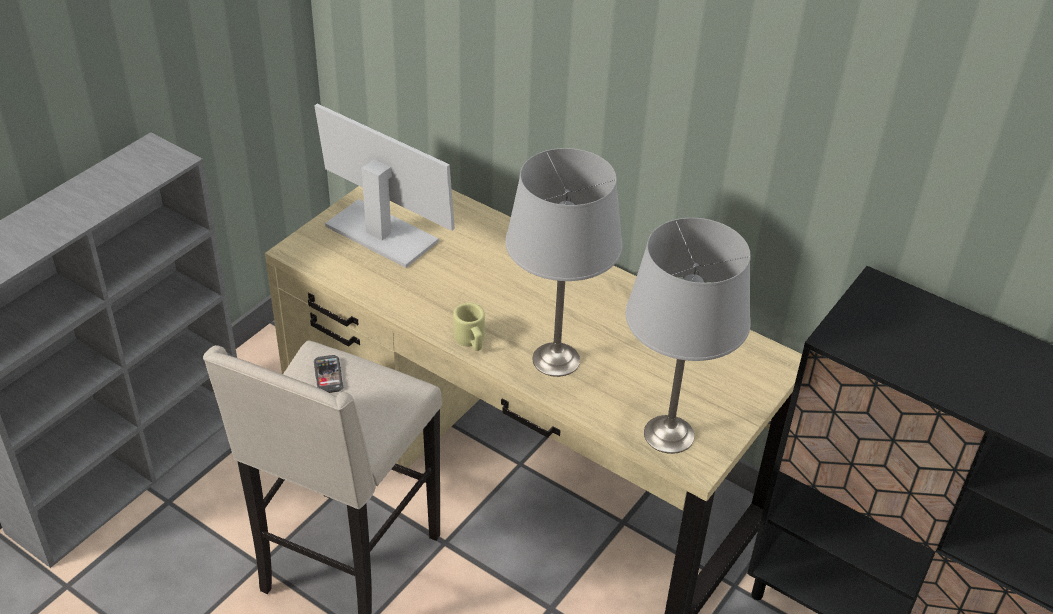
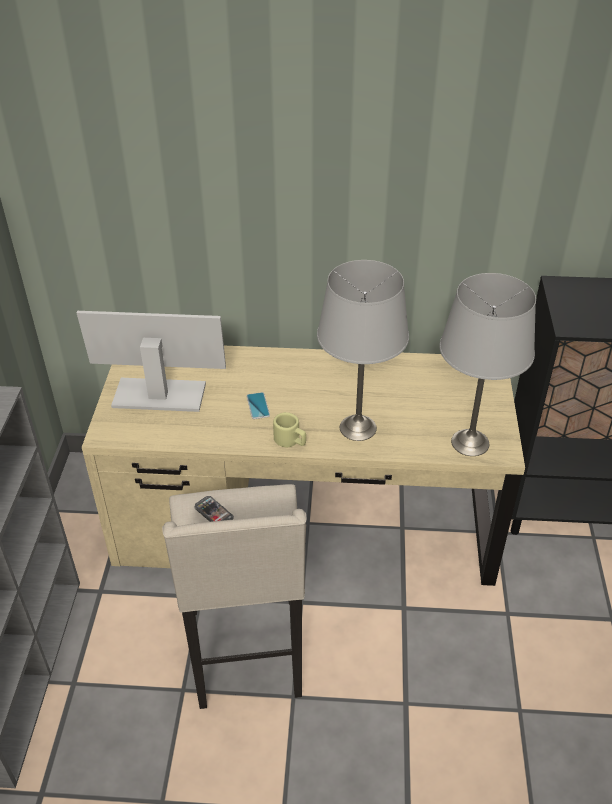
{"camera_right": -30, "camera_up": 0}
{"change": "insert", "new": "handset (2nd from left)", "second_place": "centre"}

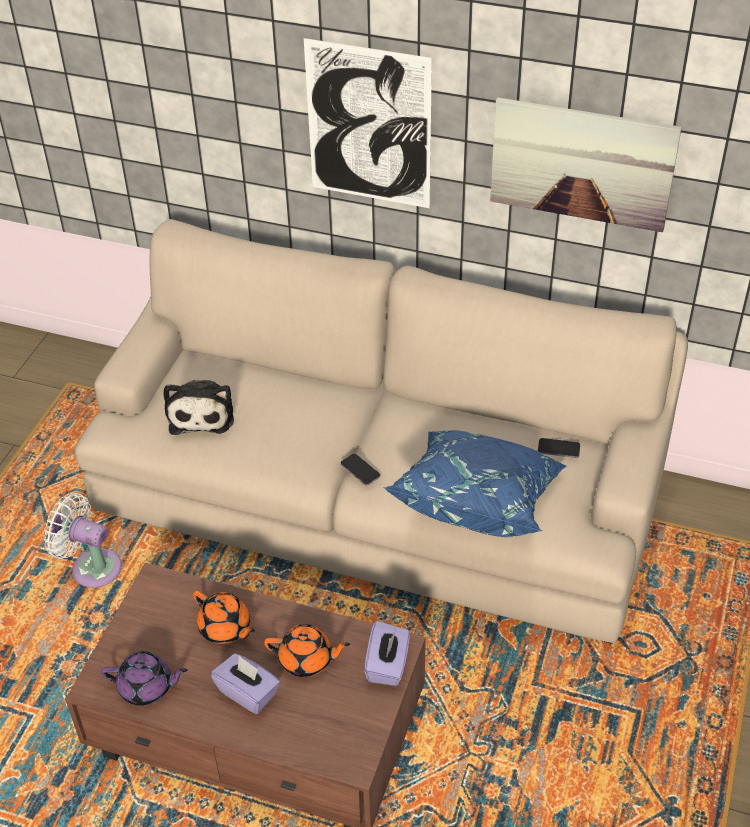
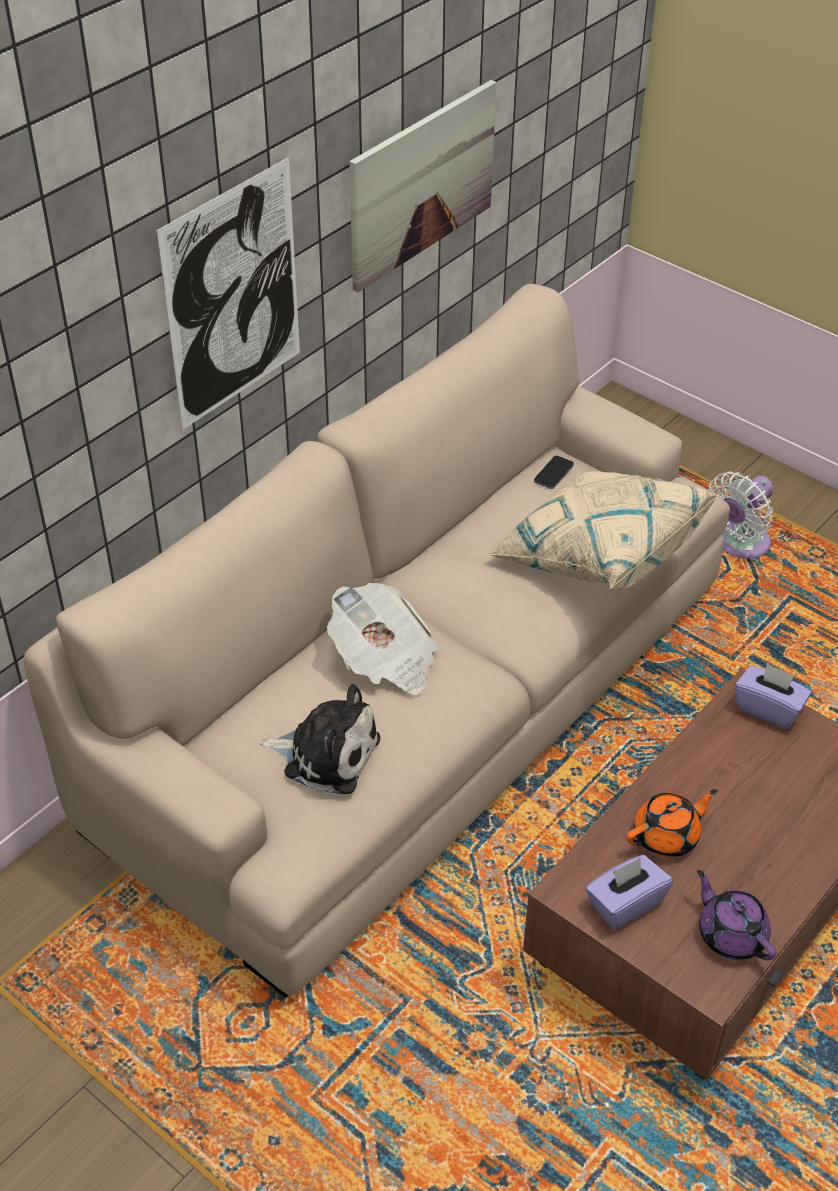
{"camera_right": -70, "camera_up": 0}
{"change": "insert", "new": "daily paper", "second_place": "centre"}
{"change": "recolor", "old": "cushion in blue-coloured", "new": "cushion in beige", "first_place": "centre", "second_place": "middle right"}
{"change": "move", "old": "tissue holder in purplish (1st from left)", "first_place": "bottom left", "second_place": "bottom right"}
{"change": "rotate", "old": "teapot in purplish", "first_place": "bottom left", "second_place": "bottom right", "degrees": -60}
{"change": "move", "old": "electric fan in white-coloured", "first_place": "middle left", "second_place": "middle right"}
{"change": "delete", "old": "teapot in orangey (2nd from left)", "first_place": "bottom centre"}
{"change": "delete", "old": "handset (1st from left)", "first_place": "centre"}

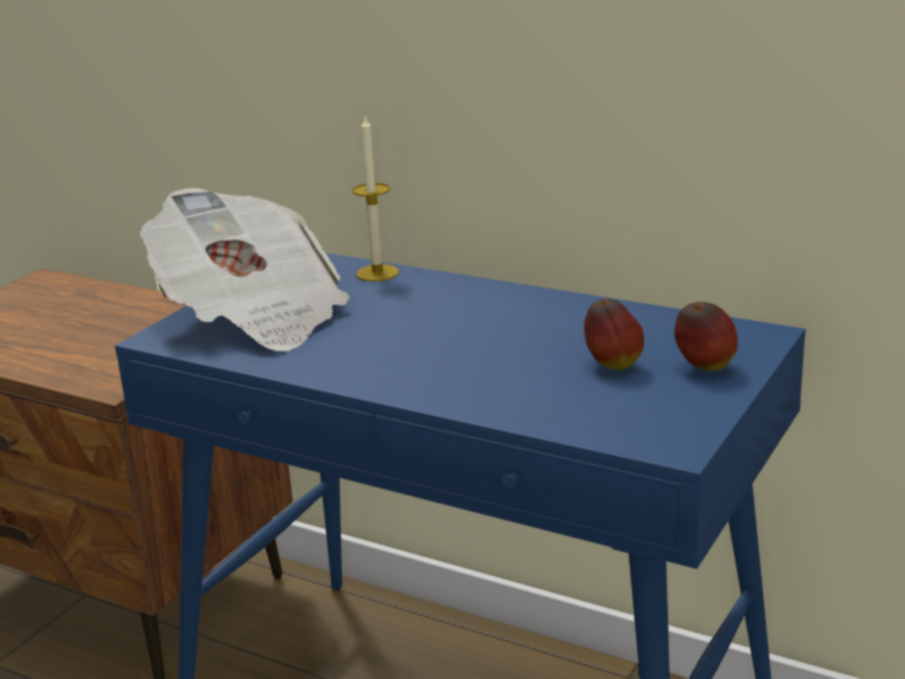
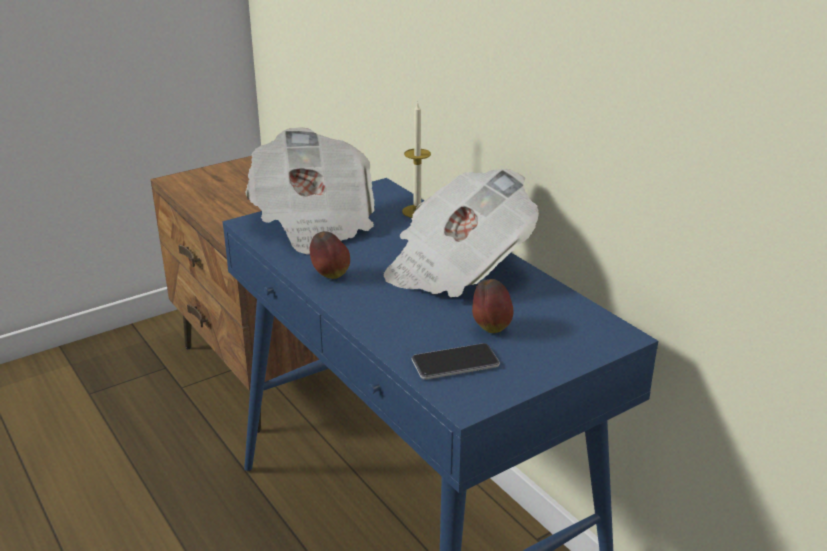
{"camera_right": 25, "camera_up": 5}
{"change": "move", "old": "apple fruit (2nd from left in the first image)", "new": "apple fruit (1st from left)", "first_place": "middle right", "second_place": "centre"}
{"change": "insert", "new": "daily paper (2nd from left)", "second_place": "centre"}
{"change": "insert", "new": "handset", "second_place": "centre"}

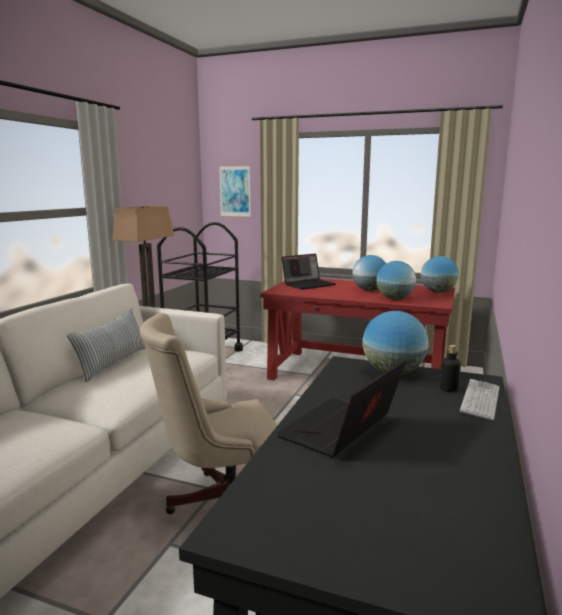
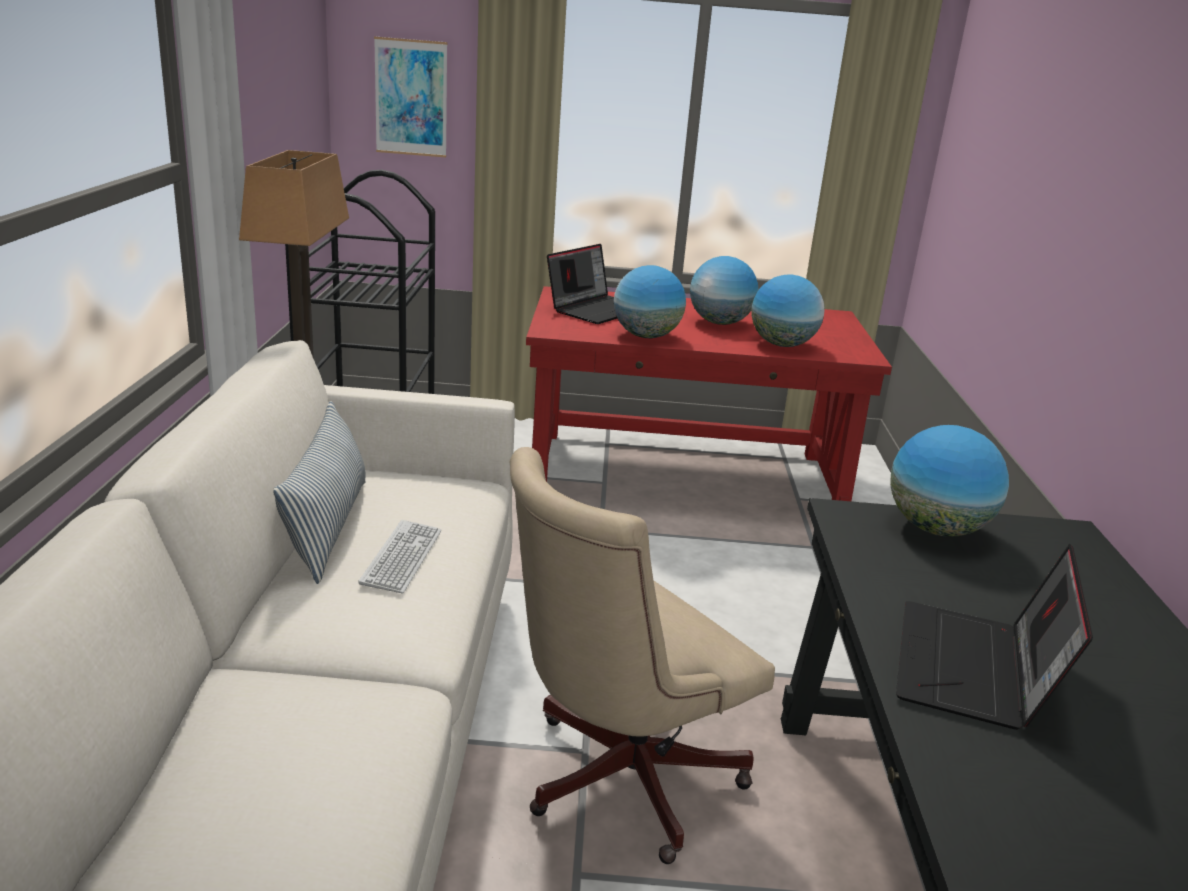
{"camera_right": -20, "camera_up": 10}
{"change": "move", "old": "computer keyboard", "first_place": "middle right", "second_place": "centre"}
{"change": "move", "old": "world globe (4th from left in the first image)", "new": "world globe (1st from left)", "first_place": "middle right", "second_place": "centre"}
{"change": "delete", "old": "beverage bottle", "first_place": "middle right"}

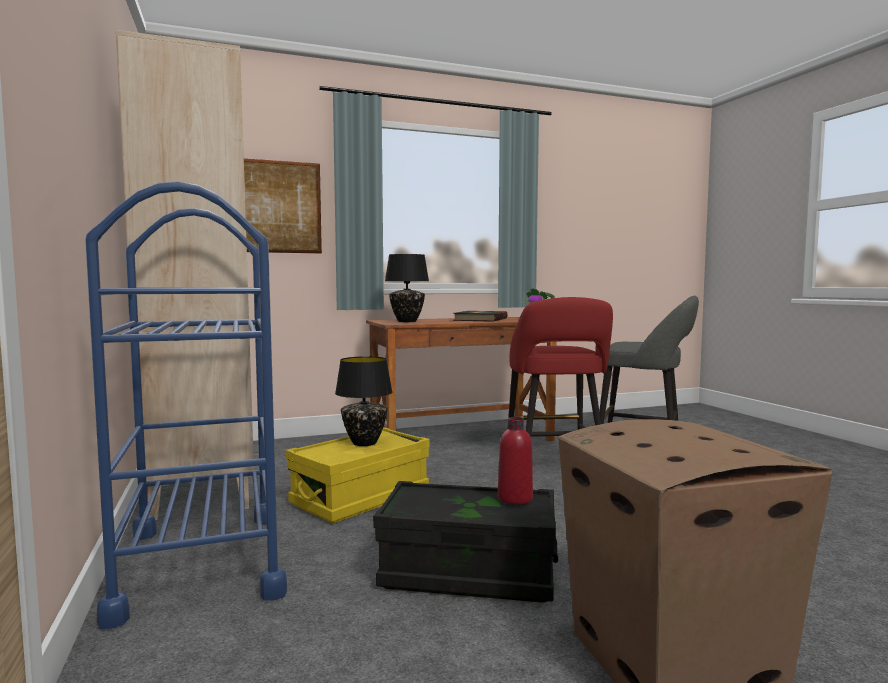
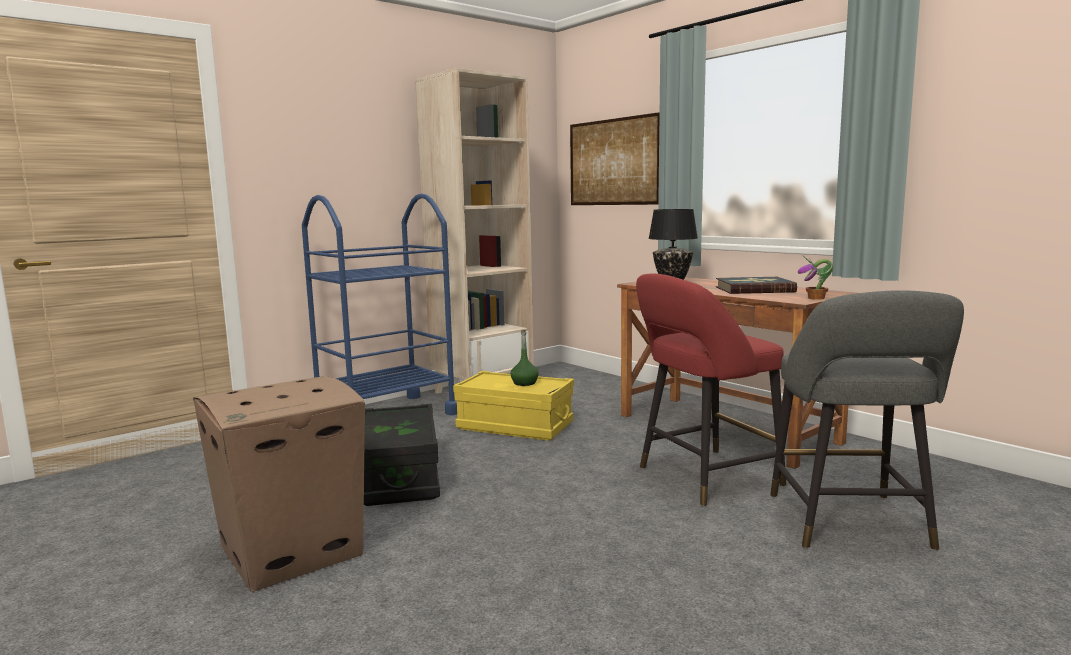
{"camera_right": 70, "camera_up": 5}
{"change": "replace", "old": "tabletop lamp in blackish (1st from left)", "new": "beverage bottle in green", "first_place": "centre", "second_place": "centre"}
{"change": "delete", "old": "beverage bottle in reddish", "first_place": "bottom centre"}

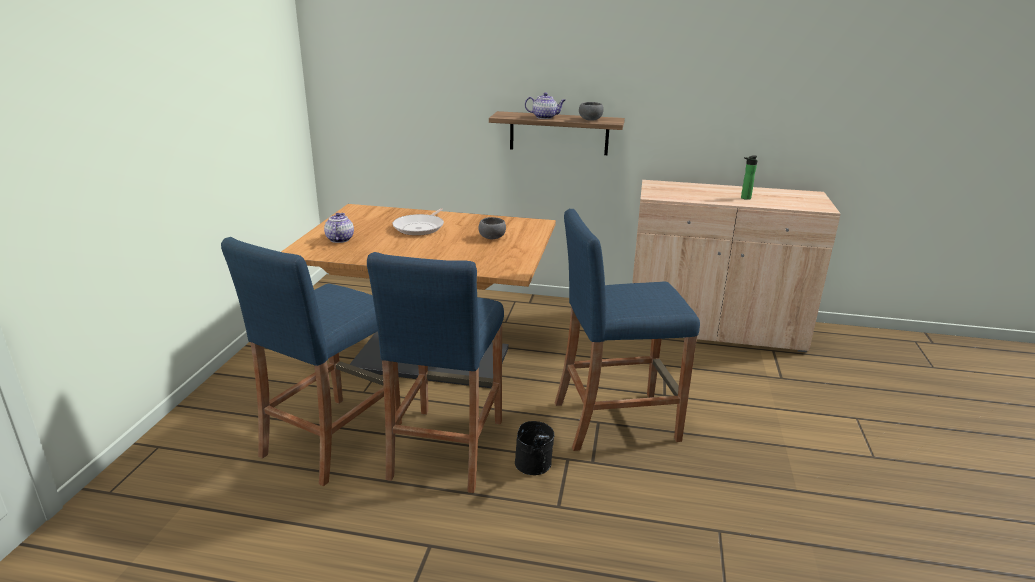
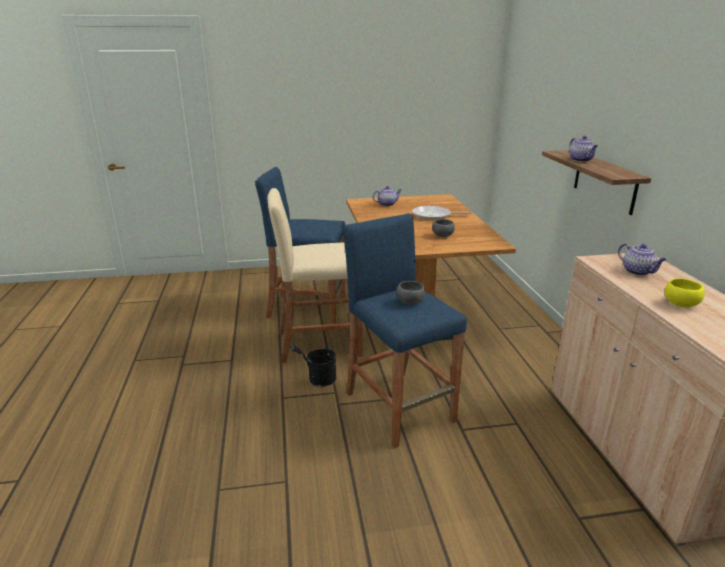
{"camera_right": 70, "camera_up": 0}
{"change": "recolor", "old": "stool seat in blue-coloured (2nd from left)", "new": "stool seat in beige", "first_place": "centre", "second_place": "centre"}
{"change": "move", "old": "deep dish in gray (2nd from left in the first image)", "new": "deep dish in gray (1st from left)", "first_place": "top centre", "second_place": "centre"}
{"change": "insert", "new": "teapot (3rd from left)", "second_place": "middle right"}
{"change": "replace", "old": "beverage bottle", "new": "deep dish in yellow-coloured", "first_place": "top right", "second_place": "middle right"}

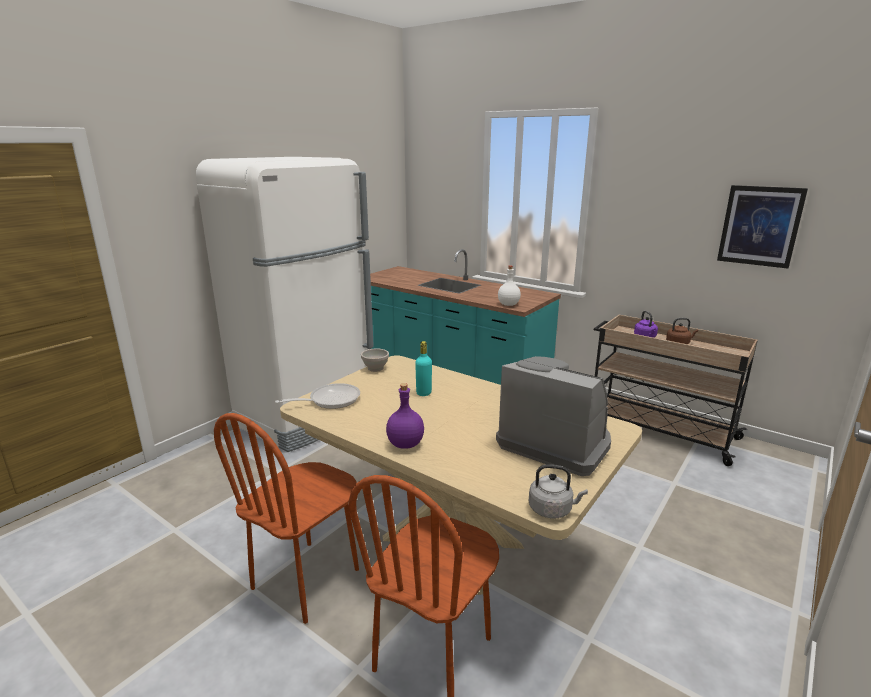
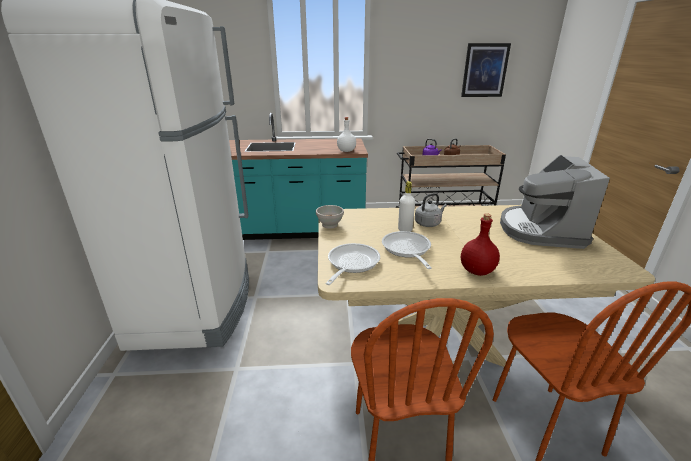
{"camera_right": -40, "camera_up": 5}
{"change": "insert", "new": "skillet (2nd from left)", "second_place": "centre"}
{"change": "recolor", "old": "beverage bottle in blue-green", "new": "beverage bottle in white-coloured (2nd from left)", "first_place": "centre", "second_place": "centre"}
{"change": "move", "old": "water kettle in gray", "first_place": "bottom centre", "second_place": "centre"}
{"change": "recolor", "old": "beverage bottle in purplish", "new": "beverage bottle in reddish", "first_place": "centre", "second_place": "middle right"}
{"change": "rotate", "old": "coffee machine", "first_place": "centre", "second_place": "middle right", "degrees": -75}

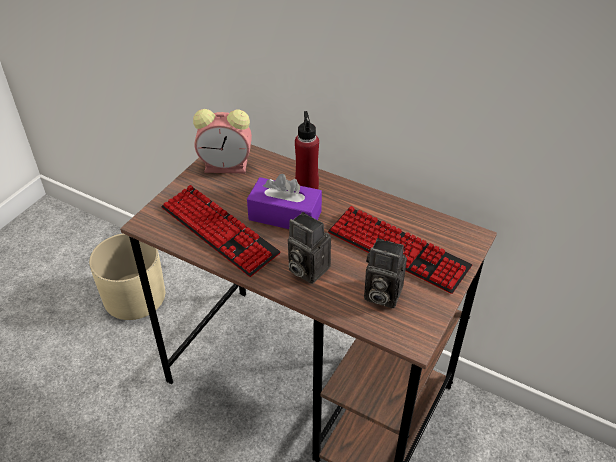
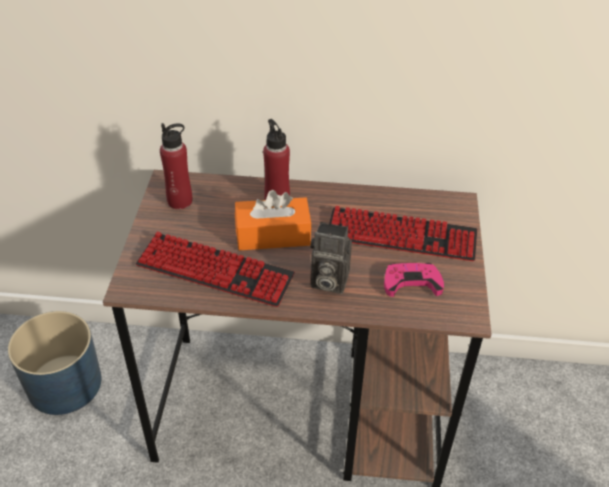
{"camera_right": -25, "camera_up": 0}
{"change": "recolor", "old": "flower pot in beige", "new": "flower pot in blue-coloured", "first_place": "middle left", "second_place": "bottom left"}
{"change": "replace", "old": "table clock", "new": "beverage bottle in reddish (1st from left)", "first_place": "top centre", "second_place": "middle left"}
{"change": "recolor", "old": "tissue holder in purplish", "new": "tissue holder in orangey", "first_place": "centre", "second_place": "centre"}
{"change": "replace", "old": "photo camera (2nd from left)", "new": "gamepad in pink-coloured", "first_place": "centre", "second_place": "middle right"}

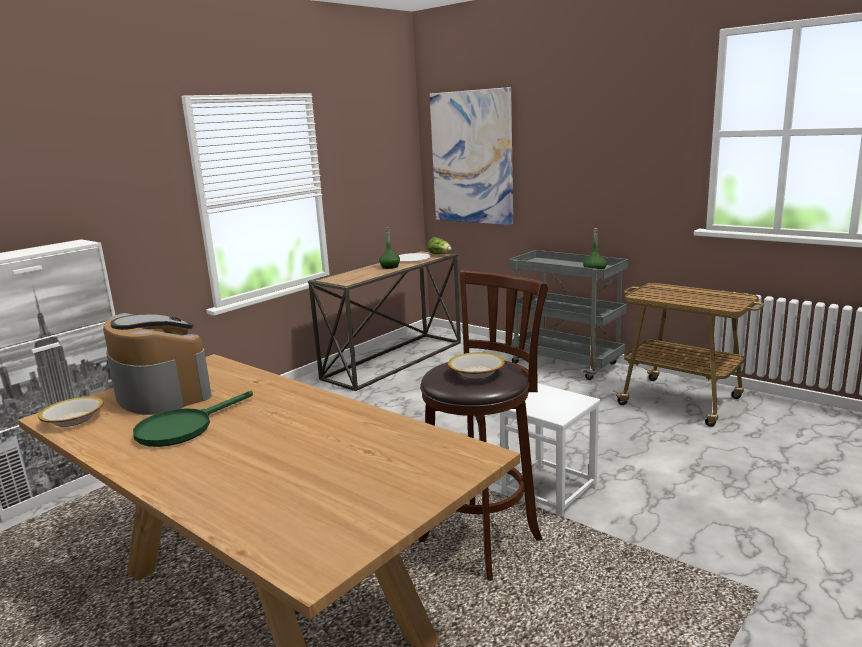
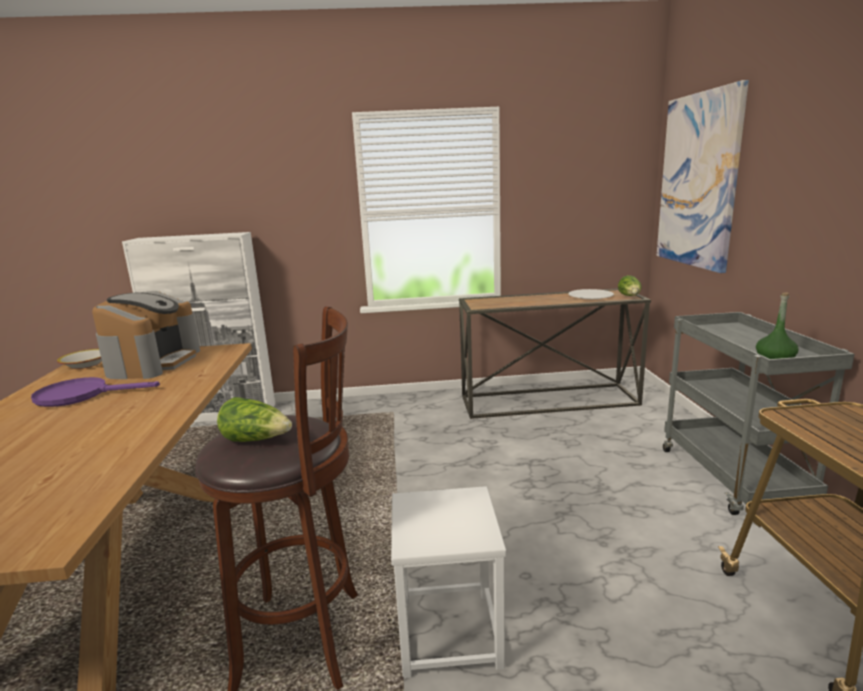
{"camera_right": 45, "camera_up": 0}
{"change": "recolor", "old": "skillet in green", "new": "skillet in purplish", "first_place": "middle left", "second_place": "middle left"}
{"change": "replace", "old": "deep dish (2nd from left)", "new": "lettuce (1st from left)", "first_place": "centre", "second_place": "middle left"}
{"change": "delete", "old": "beverage bottle in green (1st from left)", "first_place": "centre"}

